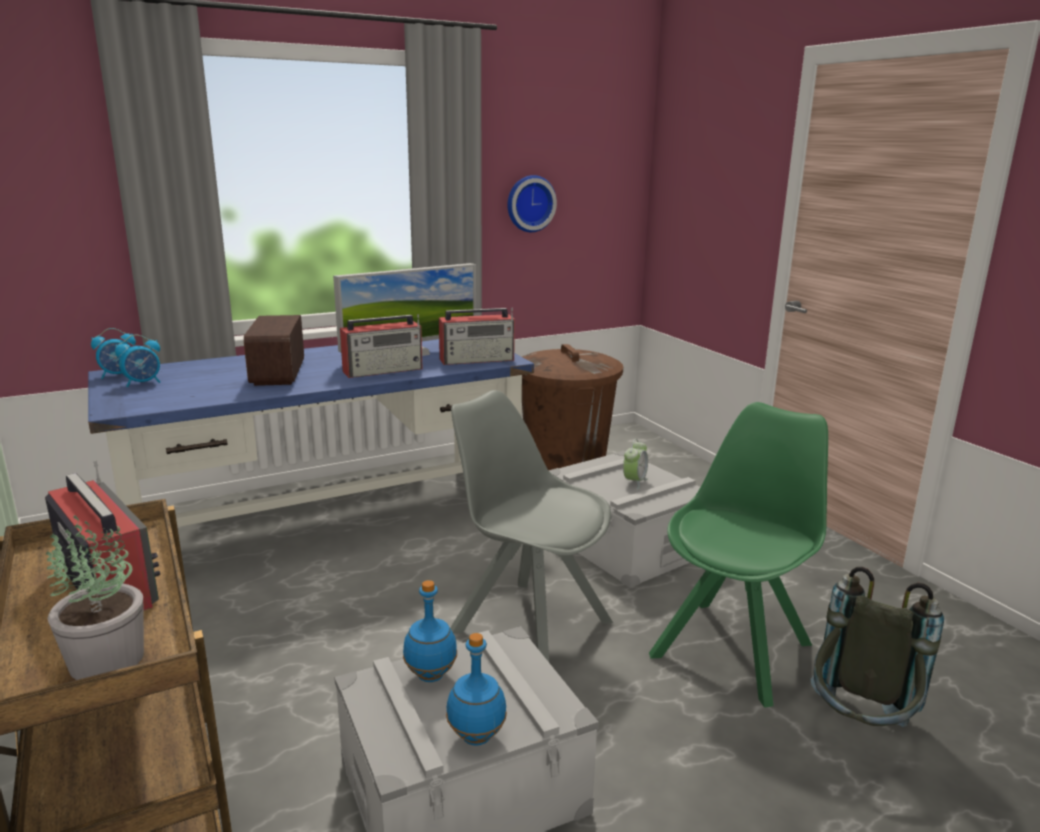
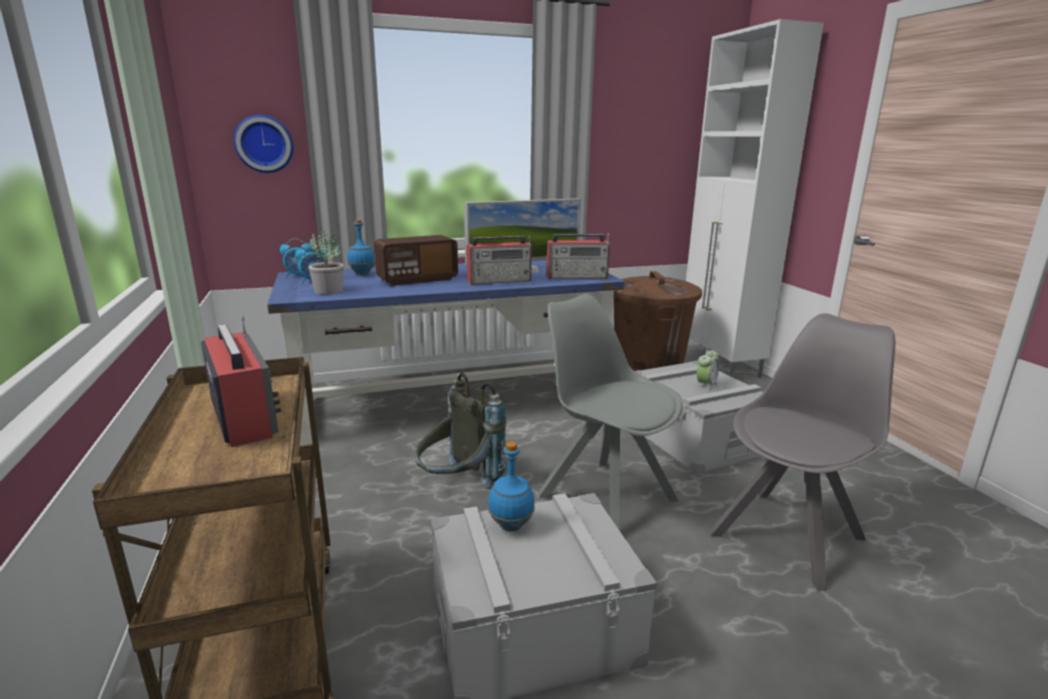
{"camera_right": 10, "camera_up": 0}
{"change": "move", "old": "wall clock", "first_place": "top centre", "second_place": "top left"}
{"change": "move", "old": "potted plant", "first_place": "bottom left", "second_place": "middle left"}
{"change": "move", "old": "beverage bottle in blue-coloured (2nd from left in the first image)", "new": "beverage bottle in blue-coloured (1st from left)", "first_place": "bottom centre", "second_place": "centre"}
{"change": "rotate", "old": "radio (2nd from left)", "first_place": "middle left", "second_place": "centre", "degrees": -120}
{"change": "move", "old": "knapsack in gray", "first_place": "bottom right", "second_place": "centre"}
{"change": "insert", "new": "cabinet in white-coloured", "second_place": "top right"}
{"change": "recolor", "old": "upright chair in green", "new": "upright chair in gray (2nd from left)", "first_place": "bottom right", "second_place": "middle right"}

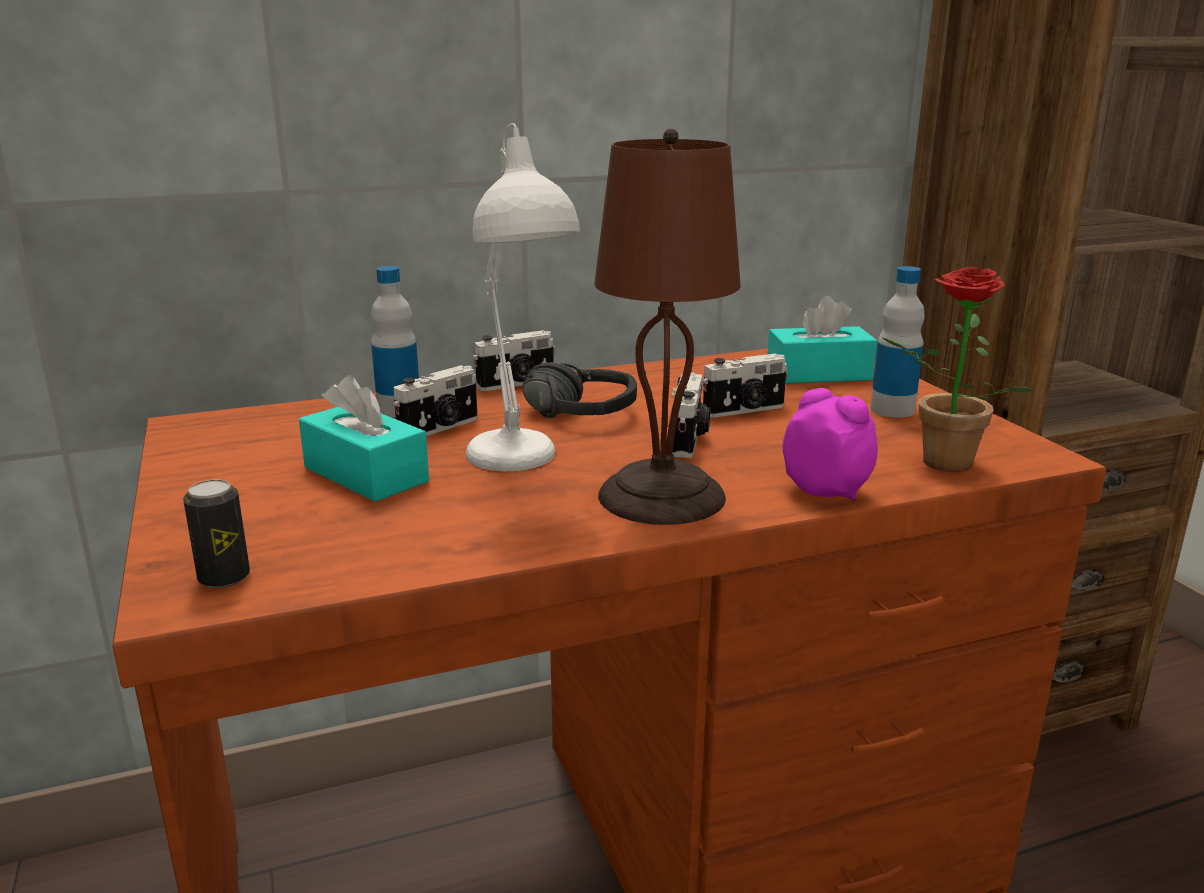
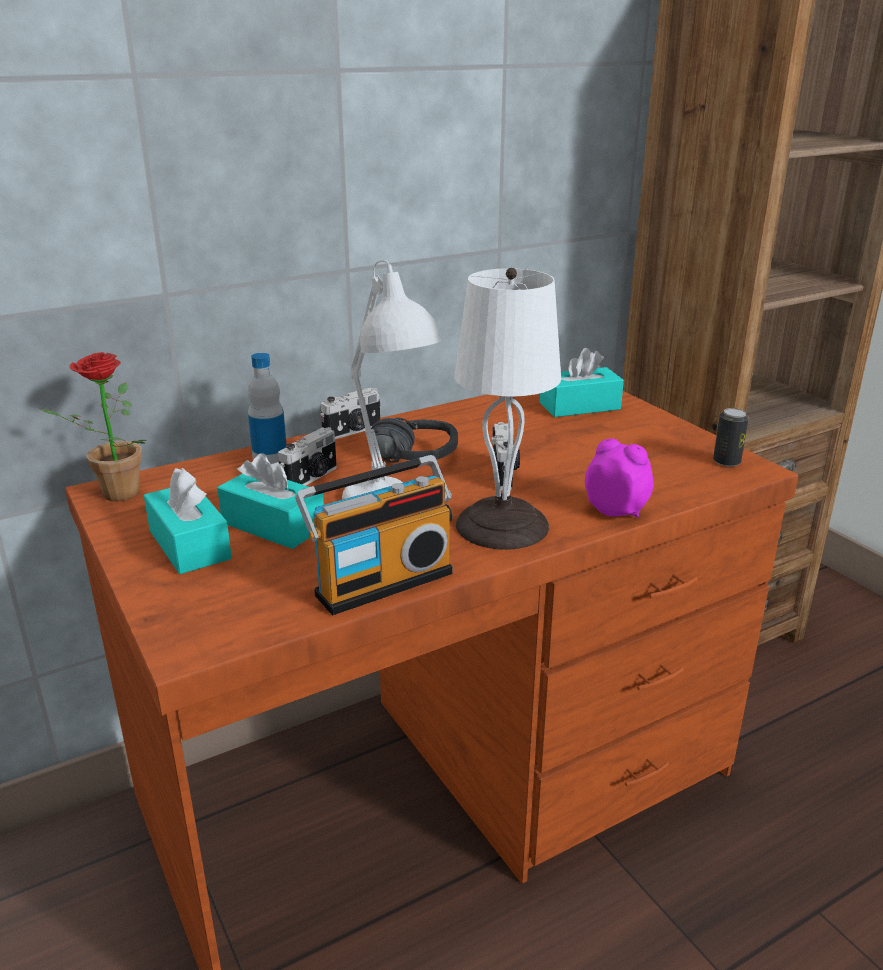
{"camera_right": -10, "camera_up": 5}
{"change": "move", "old": "potted plant", "first_place": "middle right", "second_place": "middle left"}
{"change": "insert", "new": "tissue holder in blue-green (1st from left)", "second_place": "middle left"}
{"change": "insert", "new": "radio", "second_place": "centre"}
{"change": "recolor", "old": "tabletop lamp in brownish", "new": "tabletop lamp in white-coloured (2nd from left)", "first_place": "centre", "second_place": "centre"}
{"change": "move", "old": "metal can", "first_place": "middle left", "second_place": "middle right"}
{"change": "delete", "old": "photo camera (4th from left)", "first_place": "centre"}
{"change": "delete", "old": "beverage bottle (2nd from left)", "first_place": "middle right"}

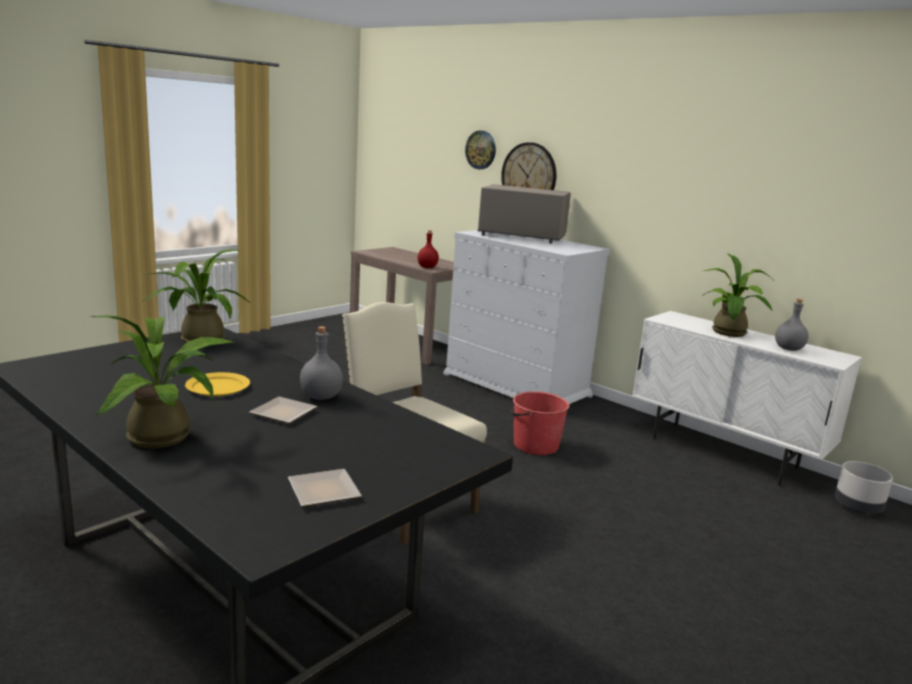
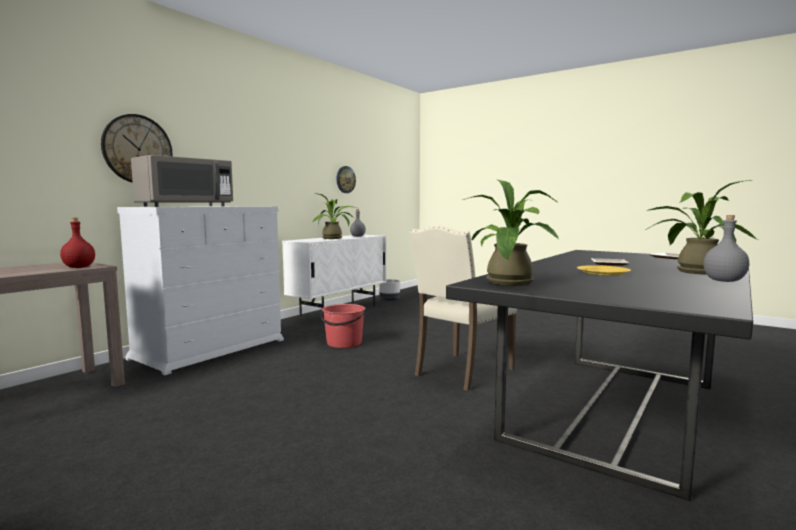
{"camera_right": -95, "camera_up": -10}
{"change": "rotate", "old": "kitchen microwave in gray", "first_place": "top centre", "second_place": "middle left", "degrees": -150}
{"change": "move", "old": "wall clock (1st from left in the first image)", "new": "wall clock (2nd from left)", "first_place": "top centre", "second_place": "centre"}
{"change": "move", "old": "beverage bottle in gray (1st from left in the first image)", "new": "beverage bottle in gray (2nd from left)", "first_place": "centre", "second_place": "middle right"}

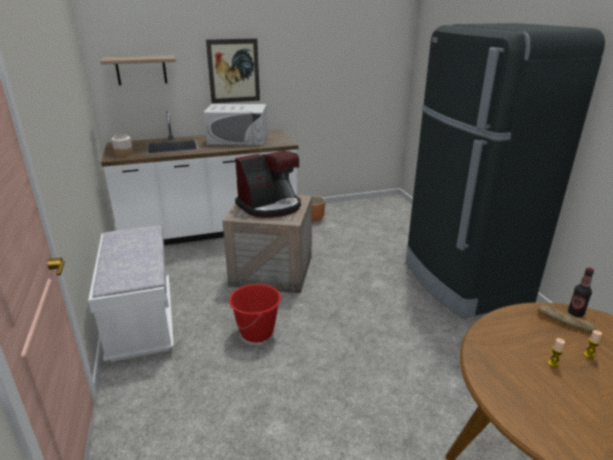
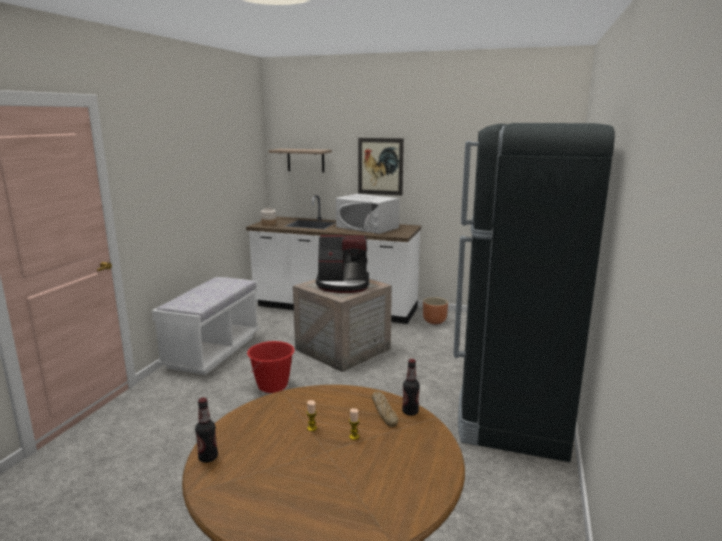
{"camera_right": 35, "camera_up": -10}
{"change": "insert", "new": "beverage bottle (1st from left)", "second_place": "bottom left"}

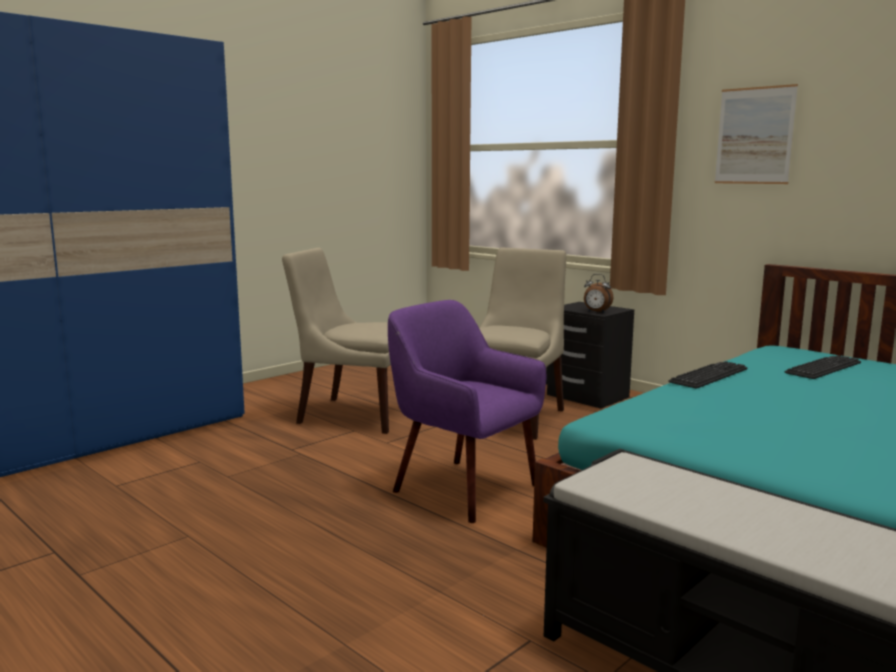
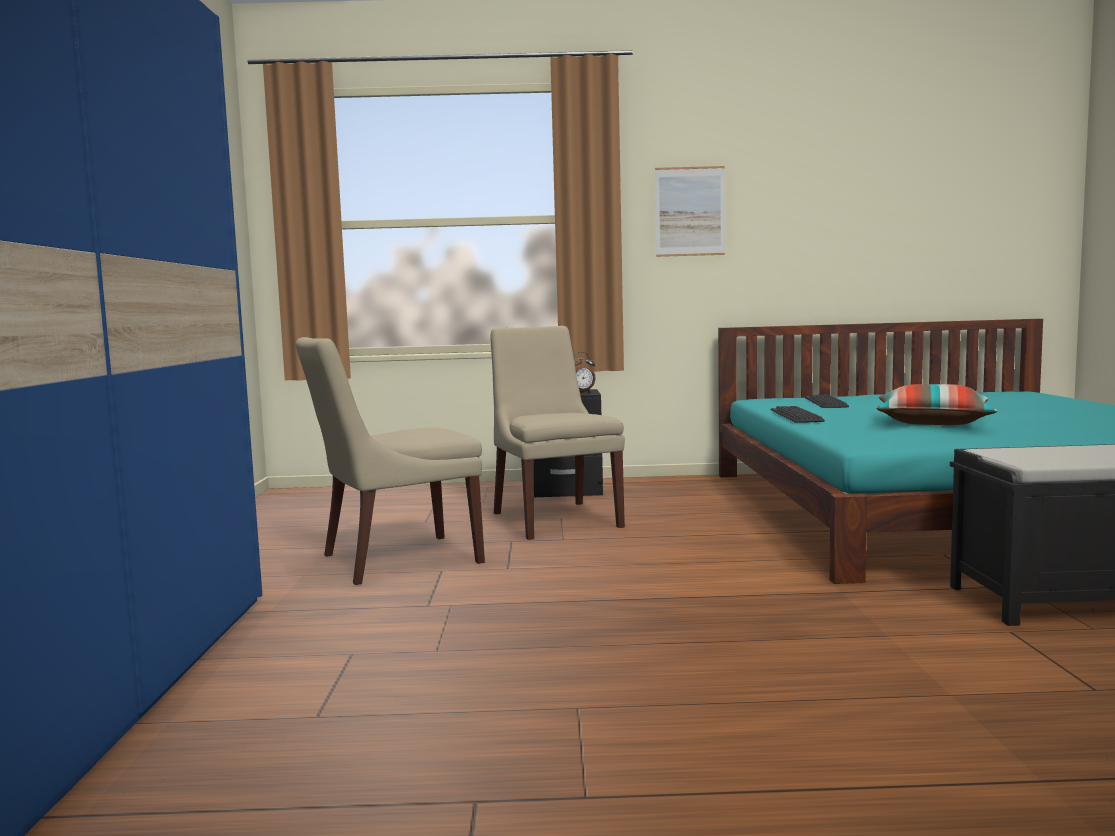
{"camera_right": -45, "camera_up": -5}
{"change": "insert", "new": "cushion", "second_place": "middle right"}
{"change": "delete", "old": "lounge chair in purplish", "first_place": "centre"}

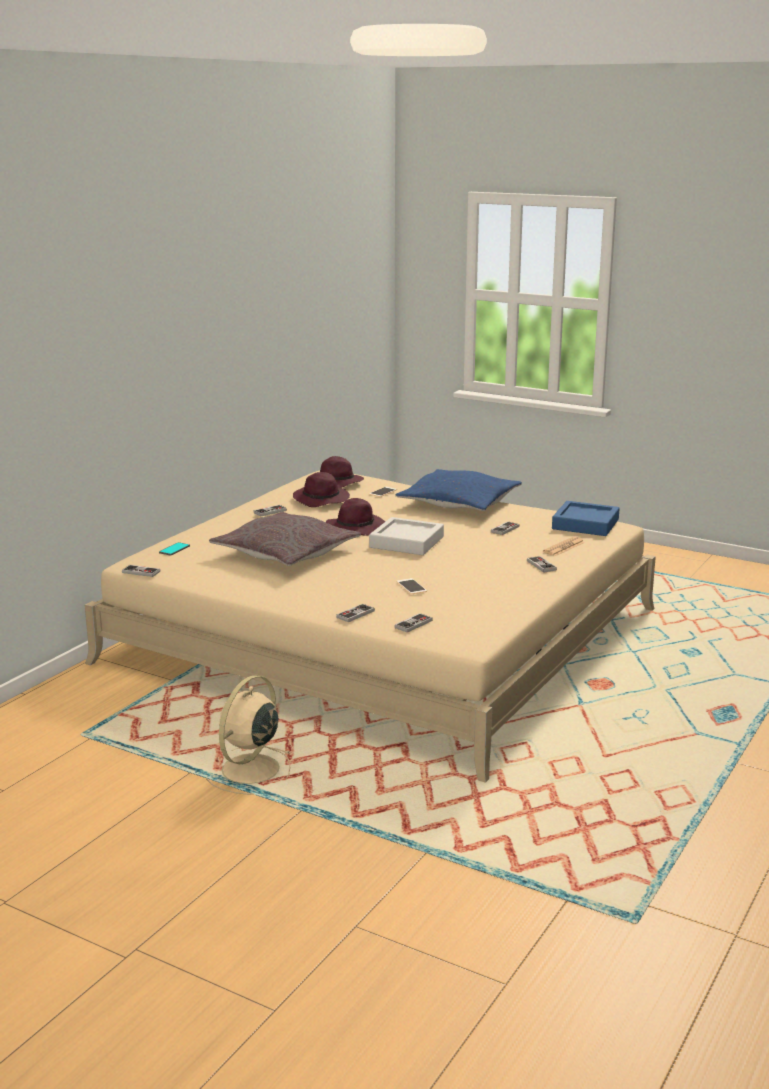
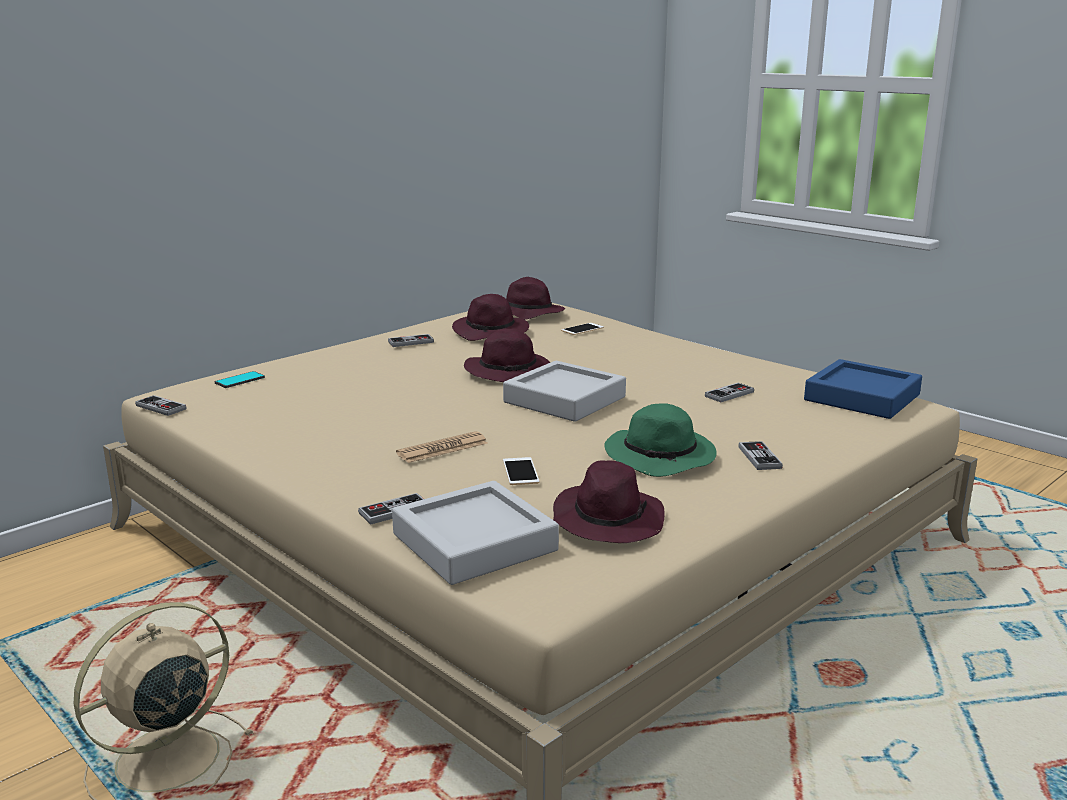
{"camera_right": 15, "camera_up": 0}
{"change": "replace", "old": "gamepad (4th from left)", "new": "carrying tray in gray (1st from left)", "first_place": "centre", "second_place": "centre"}
{"change": "move", "old": "daily paper", "first_place": "middle right", "second_place": "centre"}
{"change": "insert", "new": "wearable hat in purplish (4th from left)", "second_place": "centre"}
{"change": "insert", "new": "wearable hat in green", "second_place": "centre"}
{"change": "delete", "old": "cushion in gray", "first_place": "centre"}
{"change": "delete", "old": "cushion in blue-coloured", "first_place": "centre"}

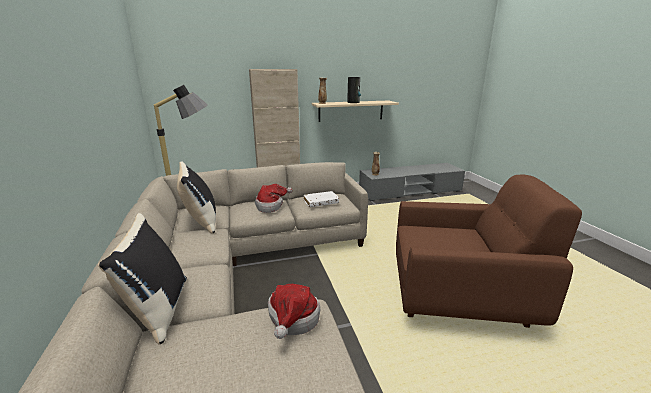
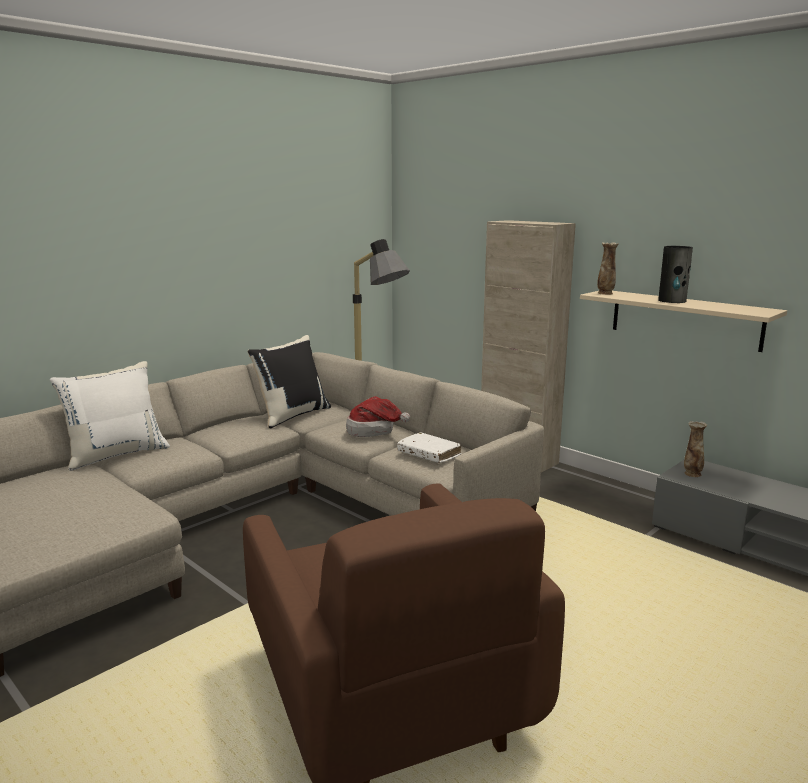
{"camera_right": 60, "camera_up": -5}
{"change": "recolor", "old": "cushion in blackish (1st from left)", "new": "cushion in white-coloured", "first_place": "bottom left", "second_place": "middle left"}
{"change": "delete", "old": "wearable hat (2nd from left)", "first_place": "bottom centre"}

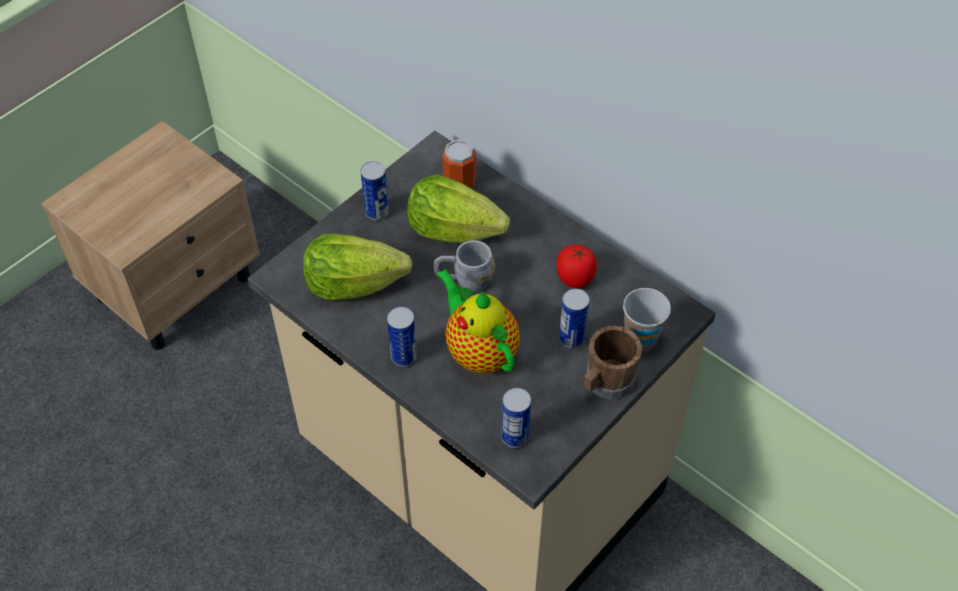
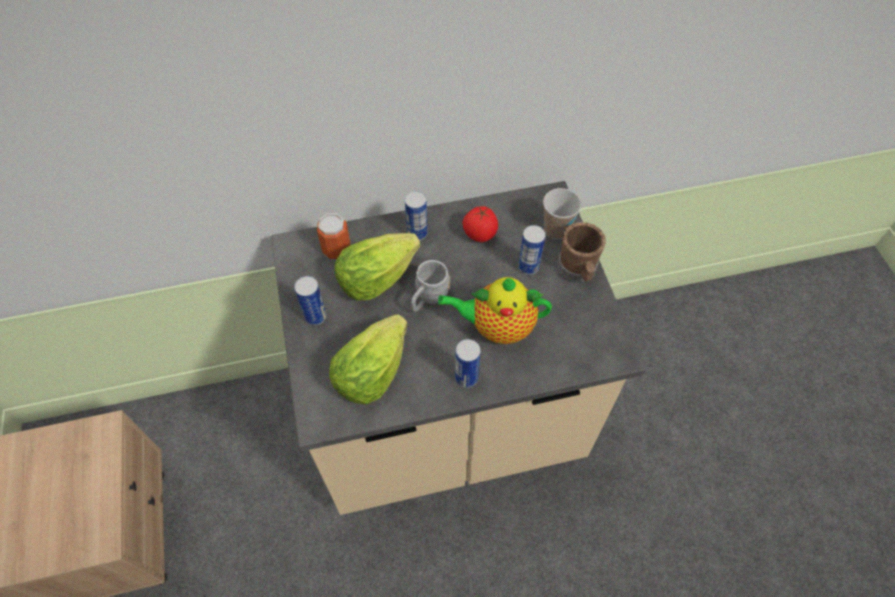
{"camera_right": -55, "camera_up": 5}
{"change": "move", "old": "metal can (4th from left in the first image)", "new": "metal can (3rd from left)", "first_place": "bottom centre", "second_place": "centre"}

